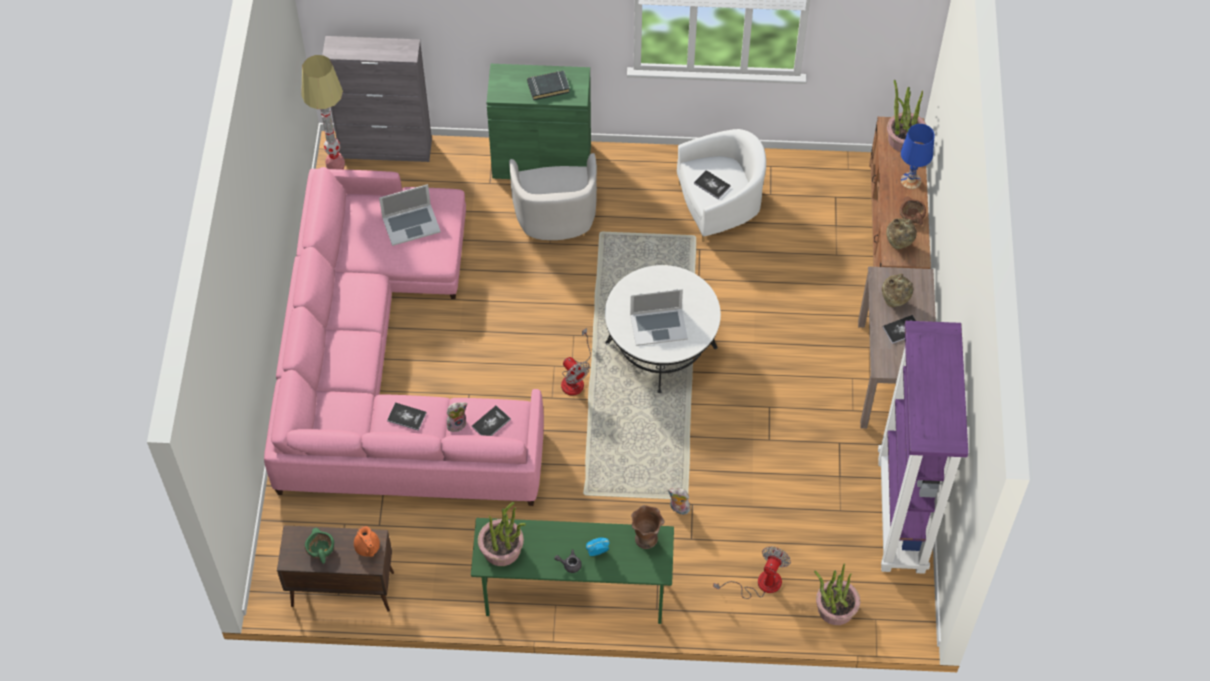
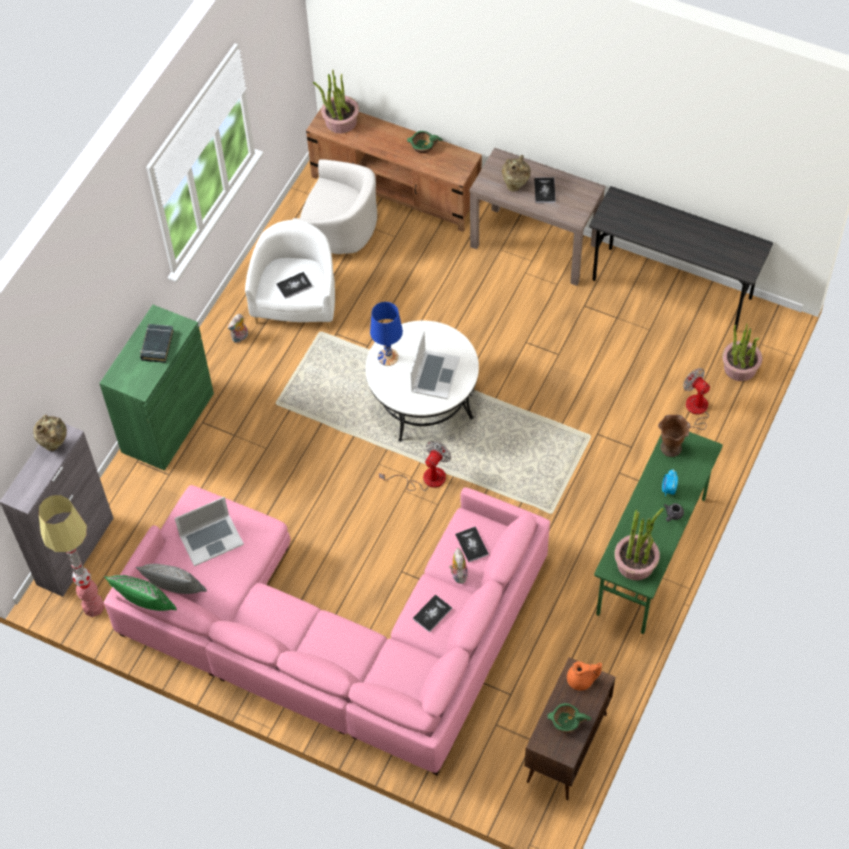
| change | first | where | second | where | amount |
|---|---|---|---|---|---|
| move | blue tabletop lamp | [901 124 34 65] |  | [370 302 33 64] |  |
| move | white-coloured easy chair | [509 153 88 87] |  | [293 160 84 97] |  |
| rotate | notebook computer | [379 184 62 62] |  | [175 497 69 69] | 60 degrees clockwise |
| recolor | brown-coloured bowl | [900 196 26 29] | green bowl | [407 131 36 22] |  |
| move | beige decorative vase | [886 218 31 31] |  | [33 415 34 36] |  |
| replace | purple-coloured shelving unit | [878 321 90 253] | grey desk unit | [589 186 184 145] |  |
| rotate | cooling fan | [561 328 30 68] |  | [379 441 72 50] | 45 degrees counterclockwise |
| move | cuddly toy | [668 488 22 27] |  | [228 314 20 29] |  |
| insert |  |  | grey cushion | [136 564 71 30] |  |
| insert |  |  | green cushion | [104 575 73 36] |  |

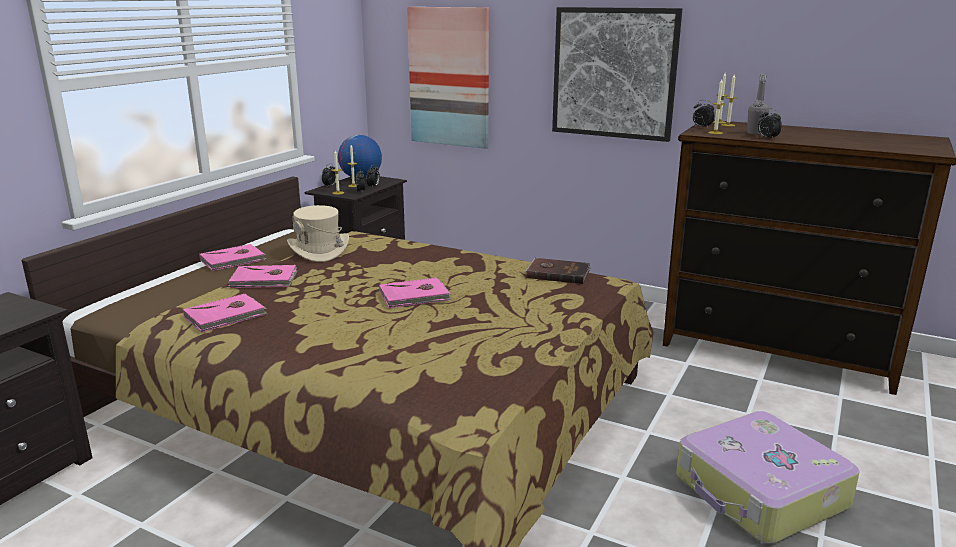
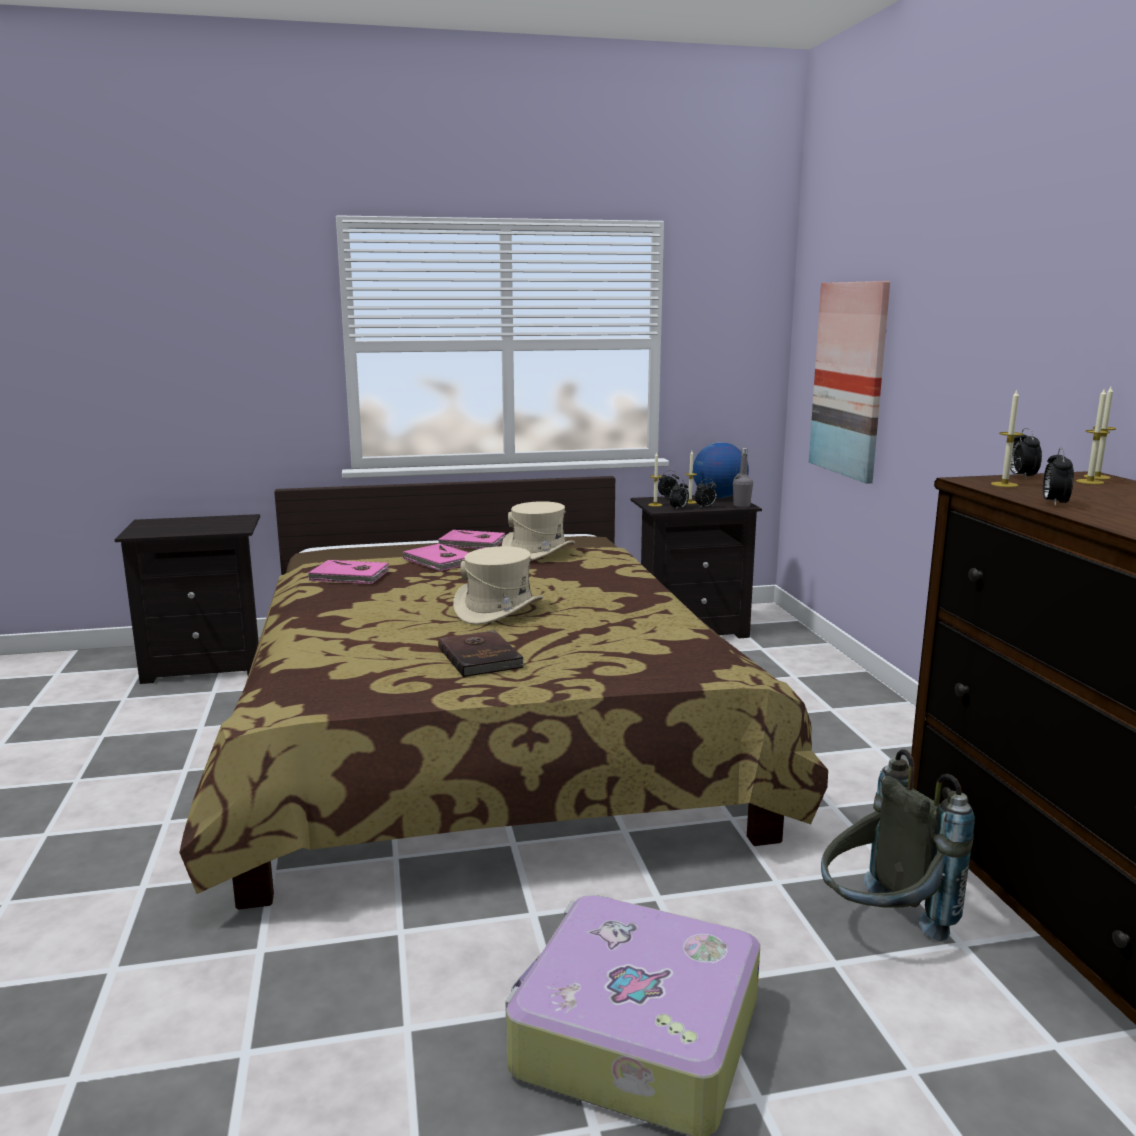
| change | first | where | second | where | amount |
|---|---|---|---|---|---|
| delete | picture | [552 7 130 135] |  |  |  |
| move | grey bottle | [747 74 22 61] |  | [733 448 20 60] |  |
| move | brown-coloured book | [525 258 65 26] |  | [438 630 86 47] |  |
| replace | pinkish book | [379 278 73 30] | beige clothing hat | [453 546 90 79] |  |
| insert |  |  | grey knapsack | [821 749 154 192] |  |

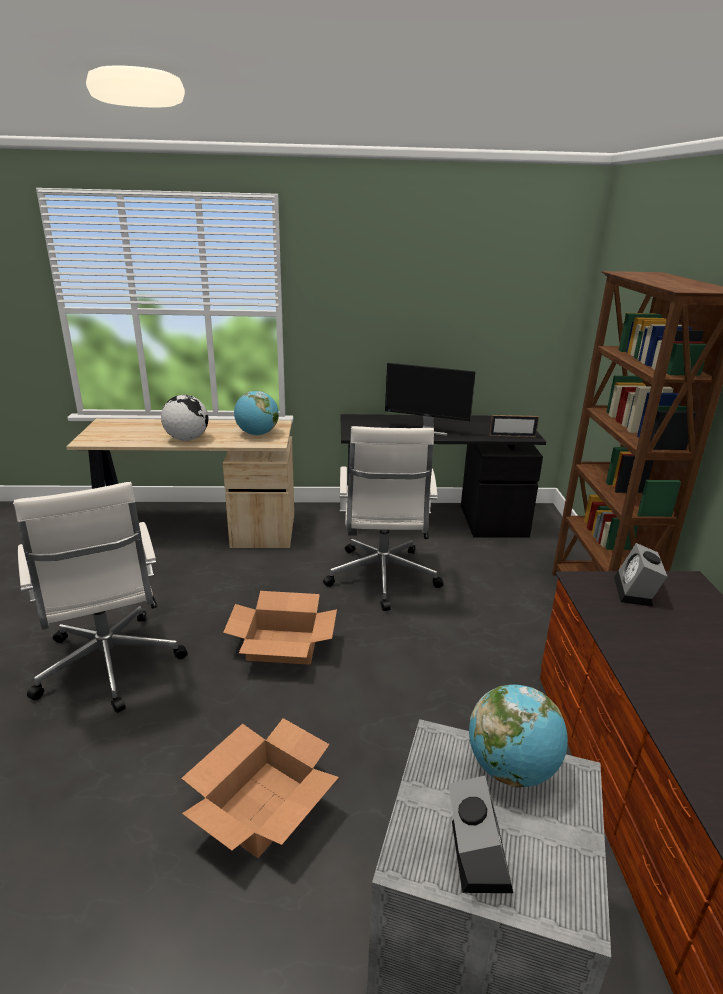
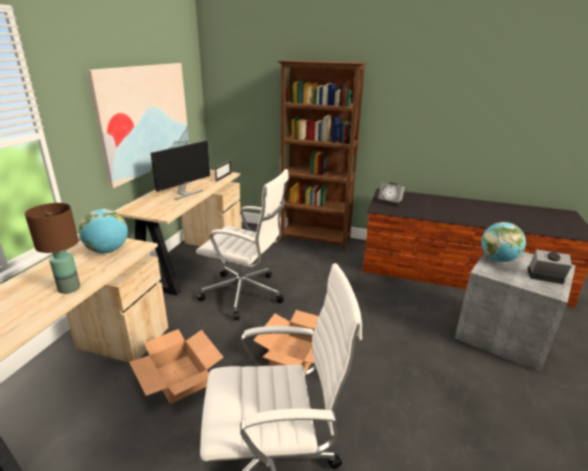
| change | first | where | second | where | amount |
|---|---|---|---|---|---|
| replace | desk globe | [161 395 47 46] | brown-coloured tabletop lamp | [25 203 55 91] |  |
| recolor | blackish desk unit | [340 414 206 123] | beige desk unit | [115 170 127 126] |  |
| move | cardboard box | [181 718 158 140] |  | [129 329 95 75] |  |
| insert |  |  | picture | [87 63 102 125] |  |

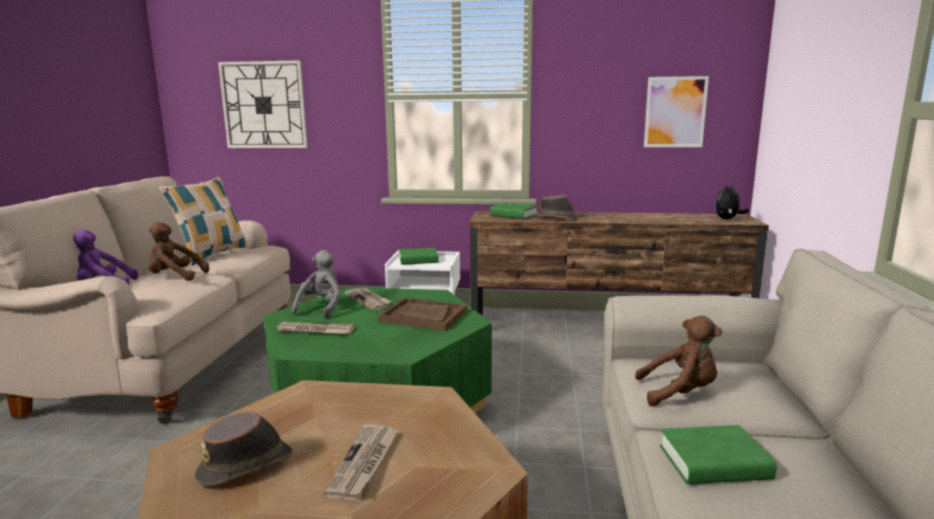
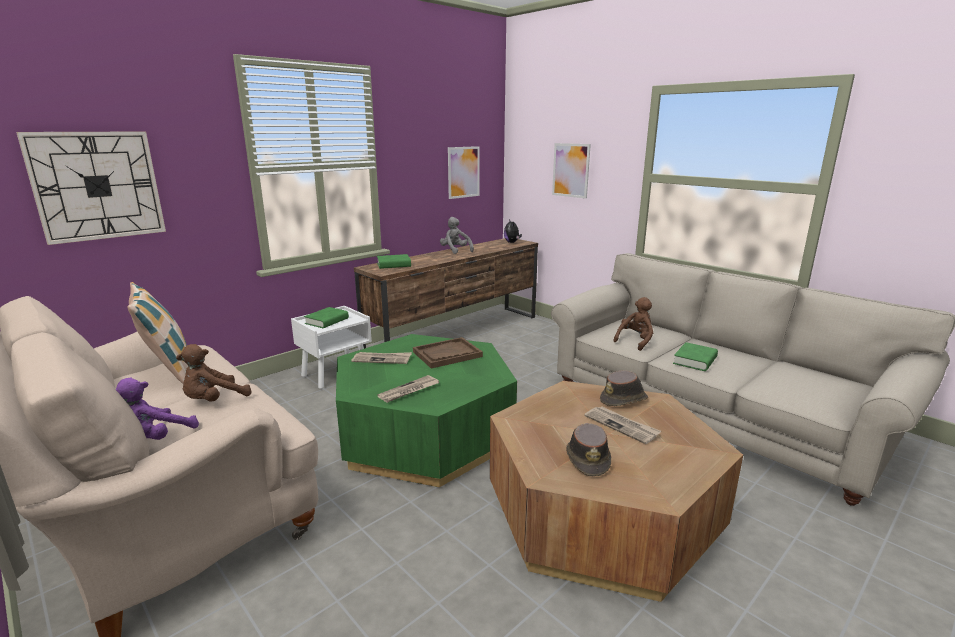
| change | first | where | second | where | amount |
|---|---|---|---|---|---|
| move | brown-coloured clothing hat | [536 195 42 25] |  | [600 370 48 36] |  |
| move | grey cuddly toy | [292 250 49 68] |  | [440 217 34 37] |  |
| insert |  |  | picture | [552 143 39 56] |  |

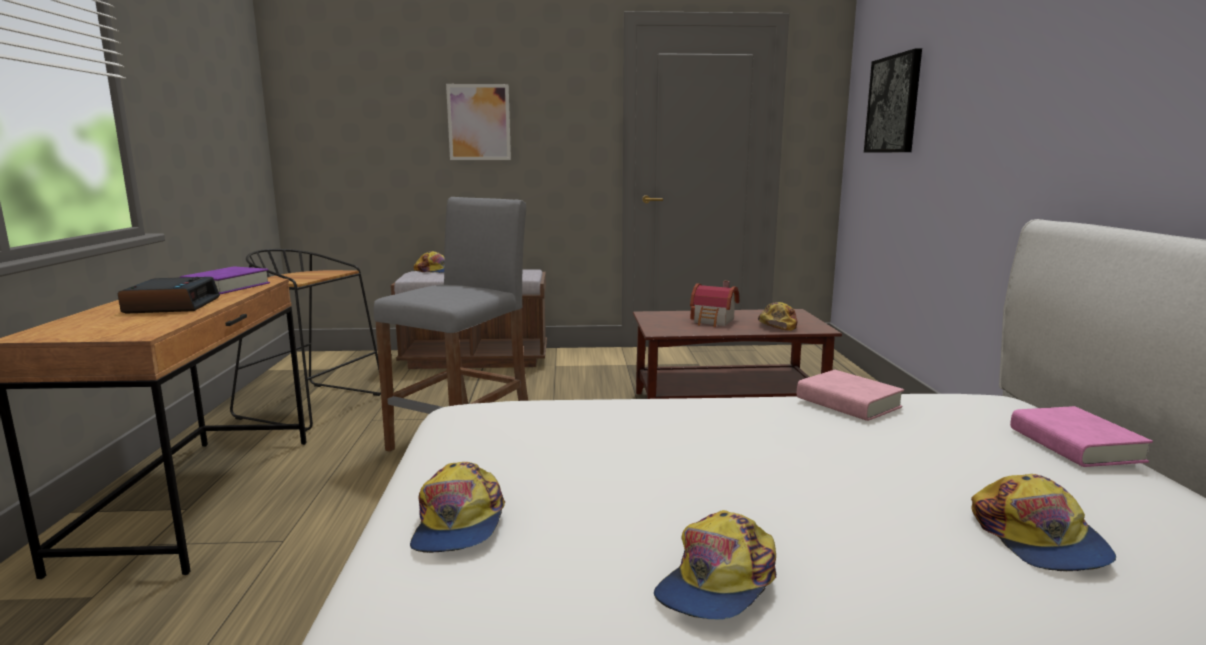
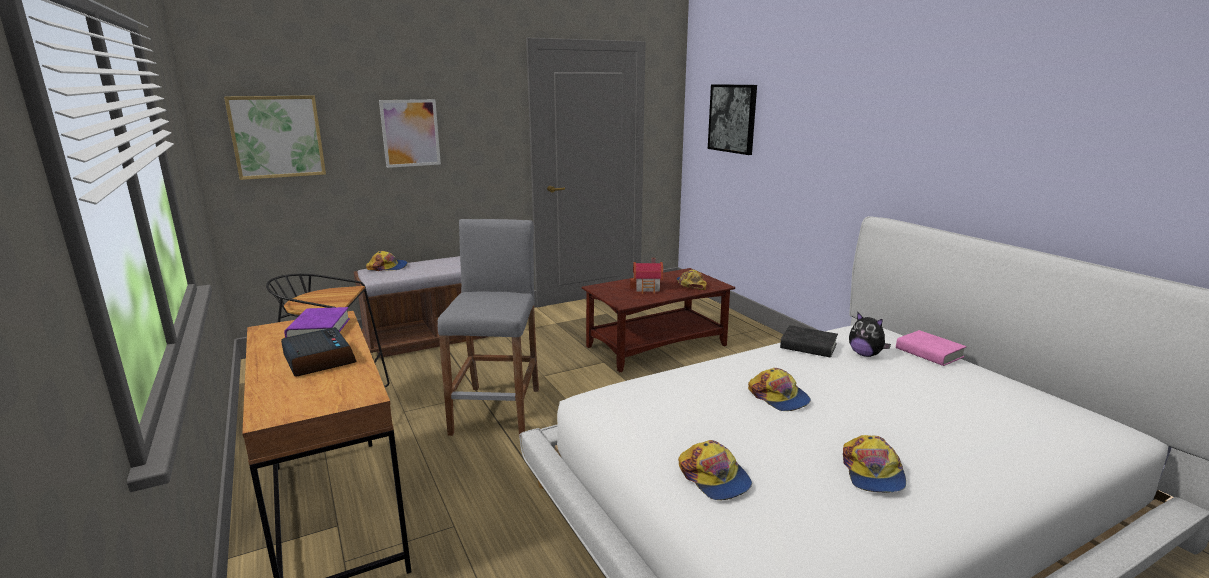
| change | first | where | second | where | amount |
|---|---|---|---|---|---|
| recolor | pinkish book | [797 370 107 51] | blackish book | [780 325 58 33] |  |
| move | cap | [971 474 145 97] |  | [748 368 63 43] |  |
| insert |  |  | picture | [224 95 102 85] |  |
| insert |  |  | cuddly toy | [849 312 42 45] |  |

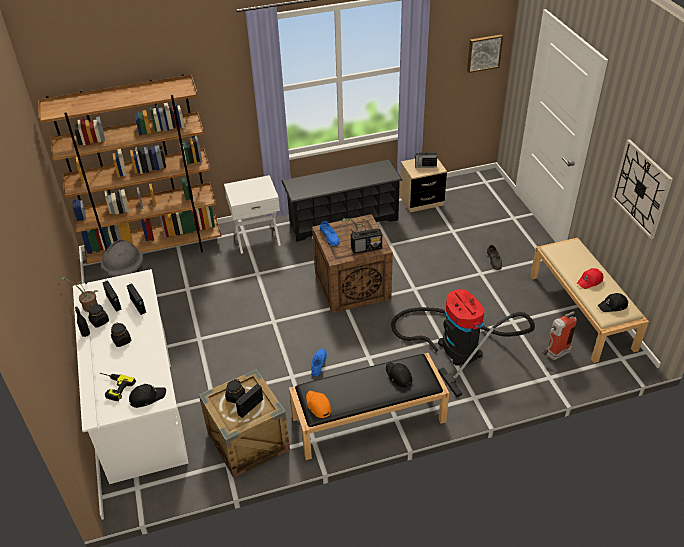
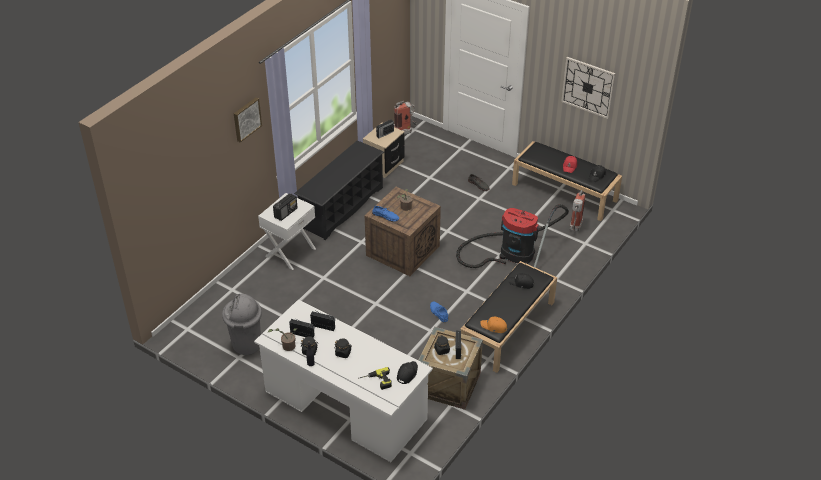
| change | first | where | second | where | amount |
|---|---|---|---|---|---|
| move | picture | [467 35 36 38] |  | [234 97 28 45] |  |
| delete | brown-coloured shelving unit | [38 74 184 190] |  |  |  |
| move | radio set | [351 228 31 26] |  | [273 193 25 28] |  |
| recolor | beige bench | [530 237 119 126] | blackish bench | [512 141 110 80] |  |
| insert |  |  | extinguisher | [394 101 23 34] |  |

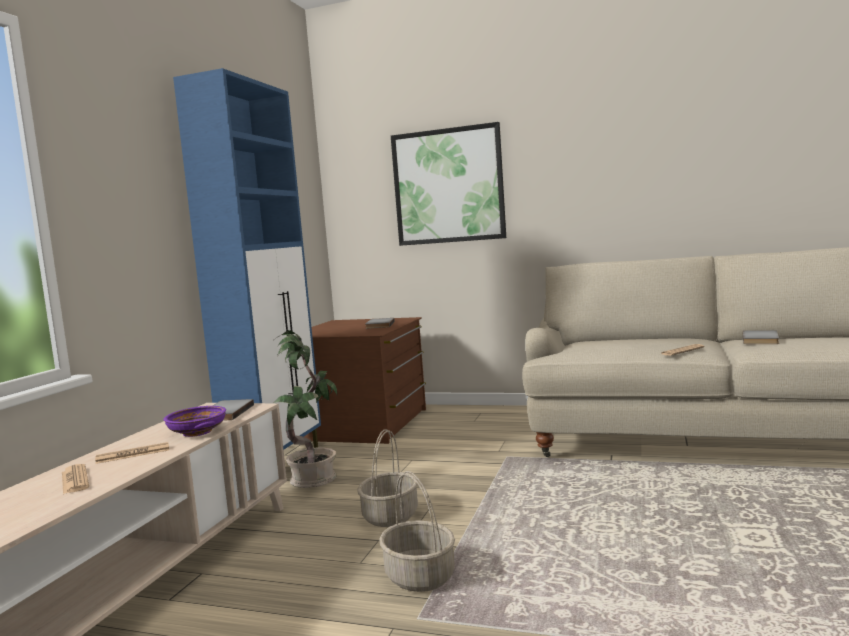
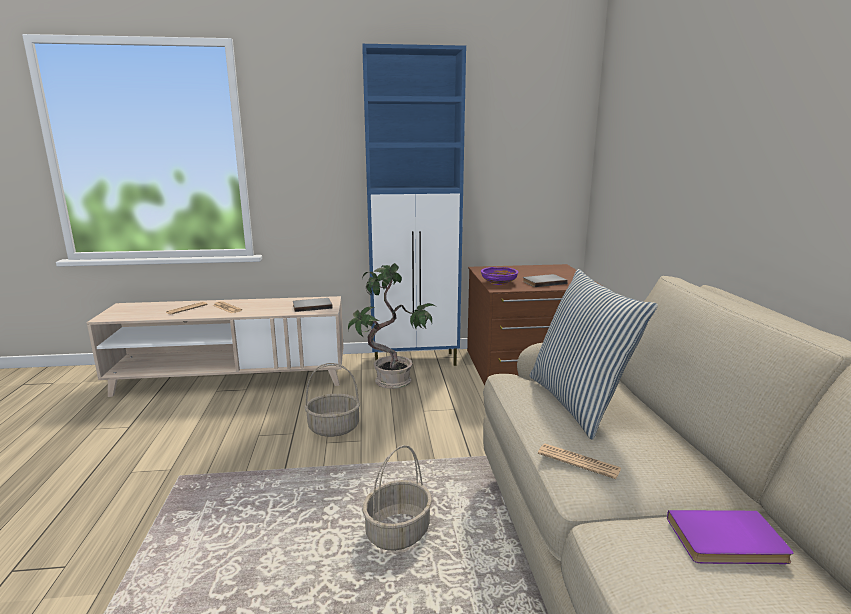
| change | first | where | second | where | amount |
|---|---|---|---|---|---|
| delete | picture | [391 122 115 124] |  |  |  |
| recolor | grey book | [743 330 36 14] | purple-coloured book | [667 510 127 54] |  |
| move | purple-coloured bowl | [164 406 62 31] |  | [481 267 37 18] |  |
| move | storage basket | [379 471 76 121] |  | [363 445 69 106] |  |
| insert |  |  | cushion | [530 269 128 171] |  |

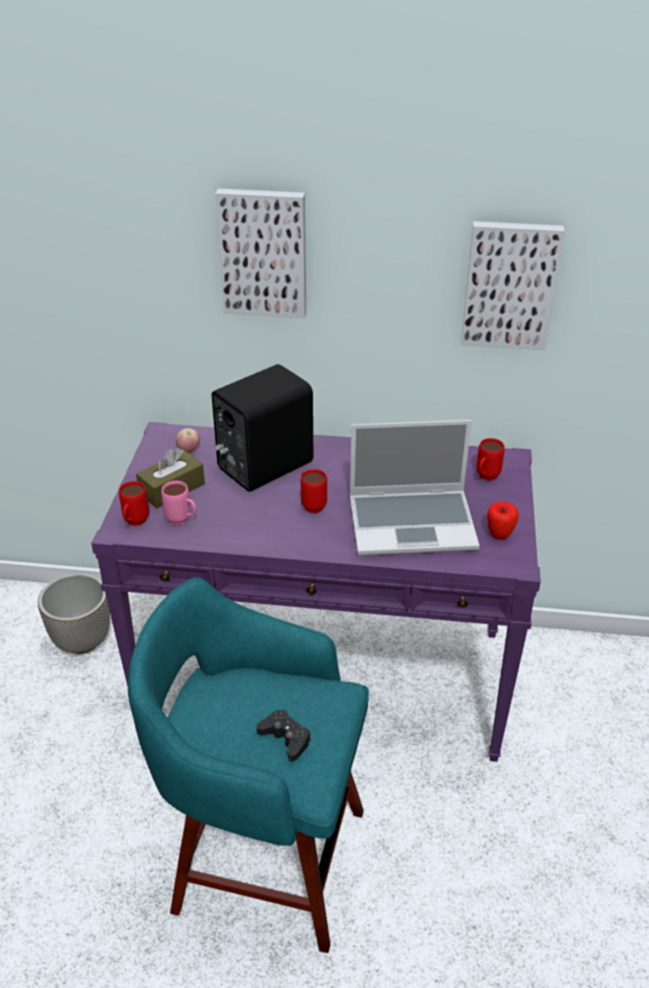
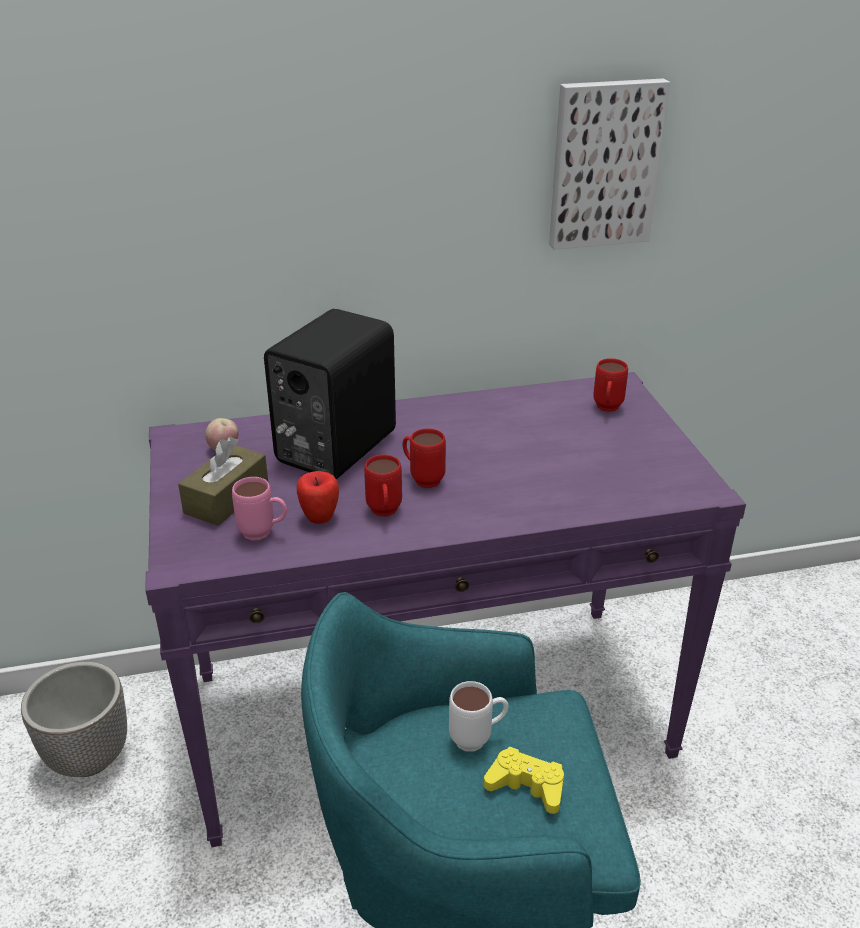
| change | first | where | second | where | amount |
|---|---|---|---|---|---|
| delete | picture | [215 188 91 130] |  |  |  |
| delete | notebook computer | [350 420 130 136] |  |  |  |
| move | red-coloured coffee mug | [119 481 30 45] |  | [364 455 38 61] |  |
| move | whole apple | [487 501 32 39] |  | [297 471 42 53] |  |
| recolor | blackish gamepad | [257 709 54 52] | yellowish gamepad | [484 747 80 67] |  |
| insert |  |  | white-coloured coffee mug | [449 681 60 71] |  |

